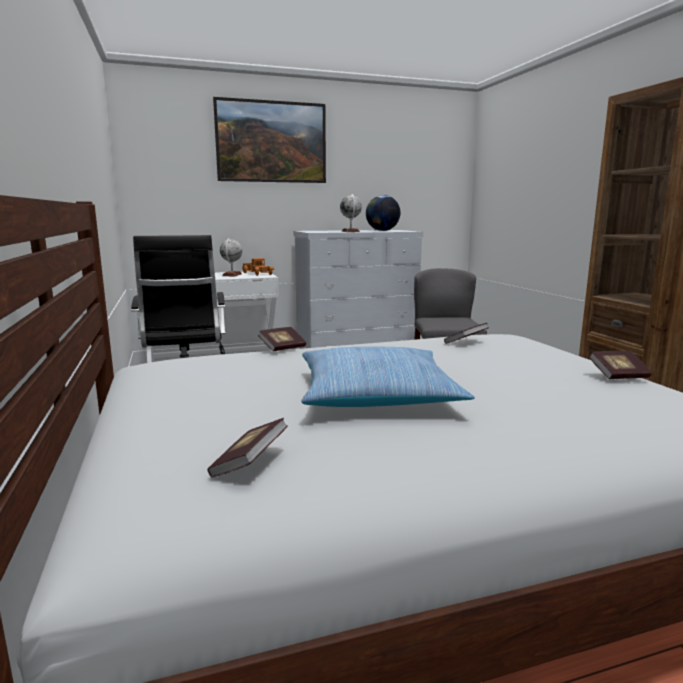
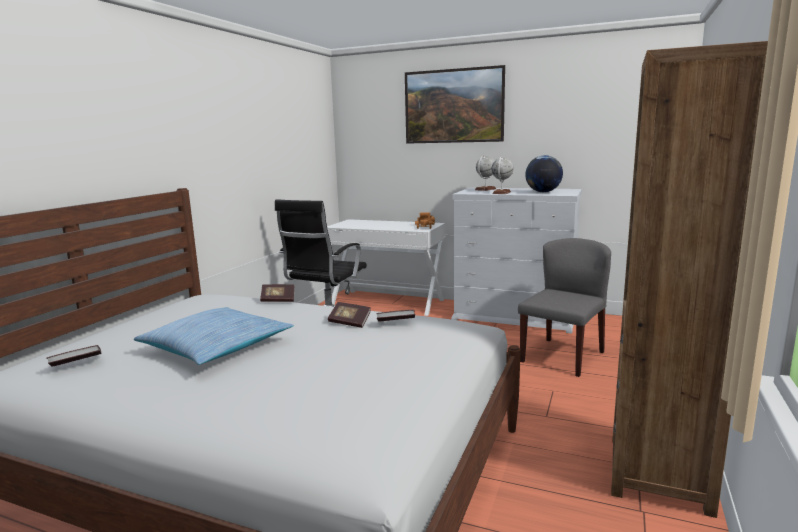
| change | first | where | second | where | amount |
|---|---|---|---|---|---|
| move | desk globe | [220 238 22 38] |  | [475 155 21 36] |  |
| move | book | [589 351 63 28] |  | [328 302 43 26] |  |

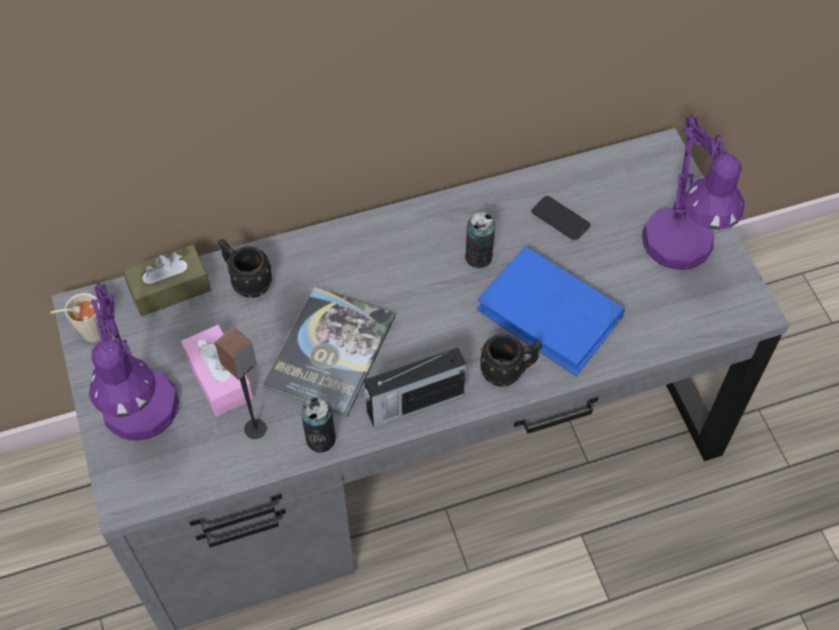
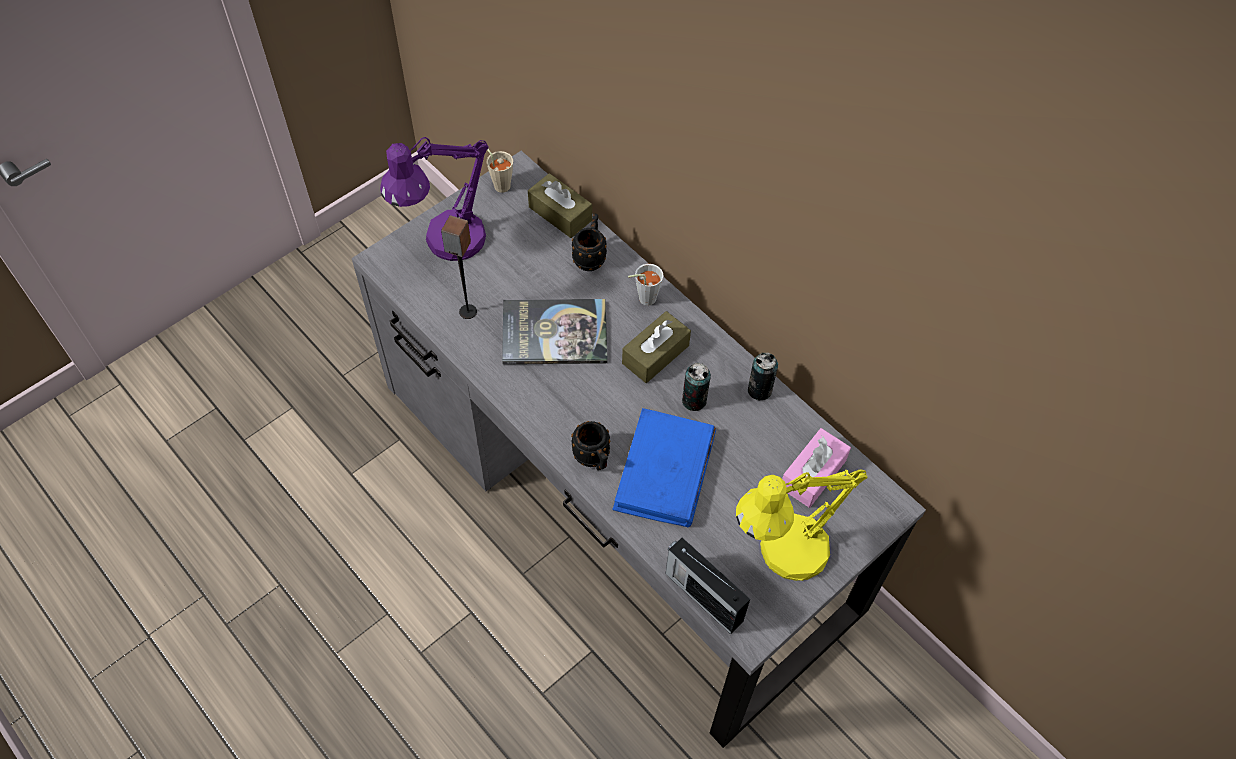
| change | first | where | second | where | amount |
|---|---|---|---|---|---|
| recolor | purple-coloured tabletop lamp | [642 114 103 156] | yellowish tabletop lamp | [736 469 131 112] |  |
| delete | telephone | [531 196 60 45] |  |  |  |
| move | pinkish tissue holder | [181 325 73 91] |  | [782 428 69 80] |  |
| move | radio set | [362 348 104 80] |  | [665 538 85 96] |  |
| move | can | [301 398 35 55] |  | [748 352 31 48] |  |
| insert |  |  | grey drinking cup | [628 264 35 42] |  |
| insert |  |  | brown-coloured tissue holder | [622 311 69 72] |  |

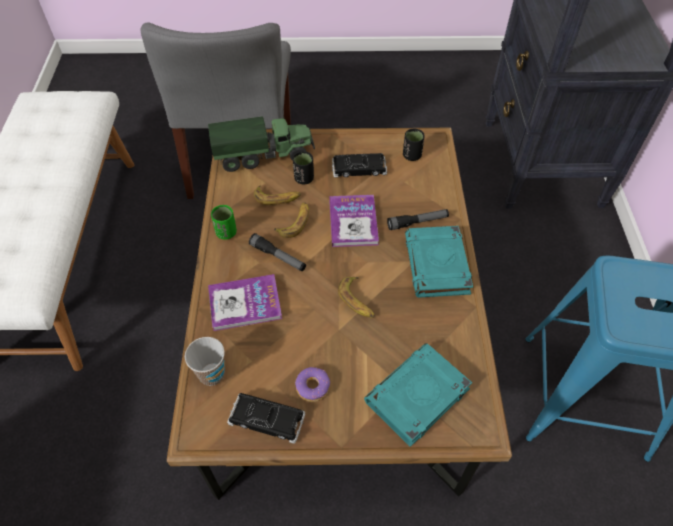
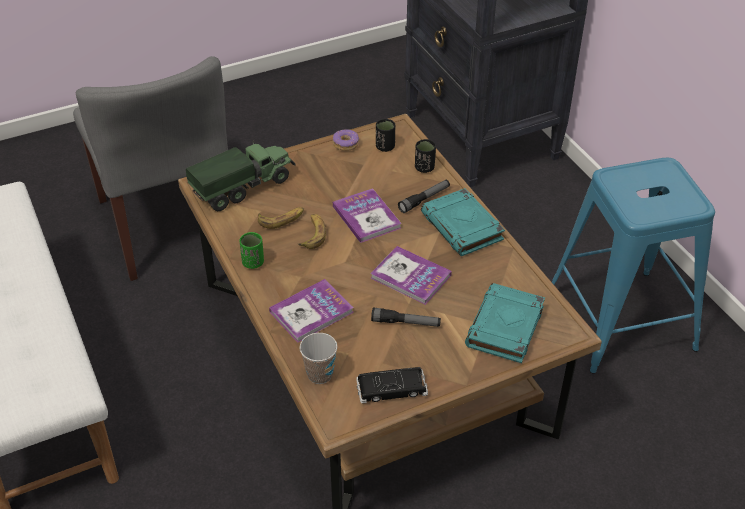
| change | first | where | second | where | amount |
|---|---|---|---|---|---|
| move | blackish drinking cup | [293 151 21 33] |  | [415 139 21 34] |  |
| delete | blackish toy car | [332 153 55 24] |  |  |  |
| move | flashlight | [249 233 57 38] |  | [371 307 70 20] |  |
| replace | banana | [338 277 37 41] | book | [370 246 82 59] |  |
| move | donut | [295 367 35 35] |  | [333 129 26 22] |  |

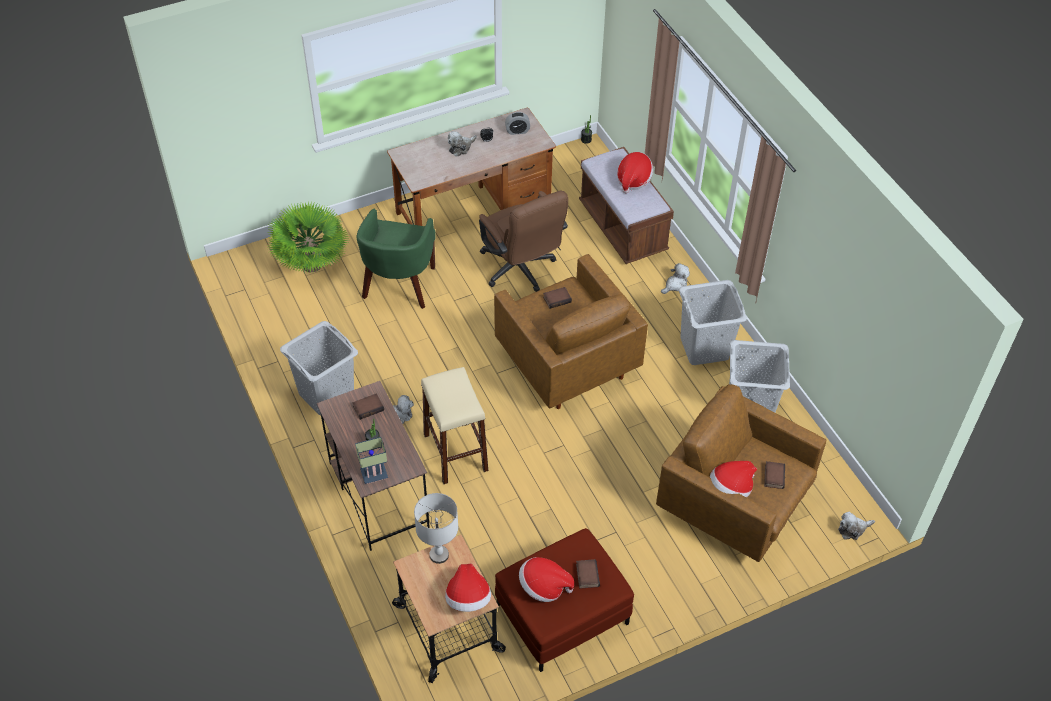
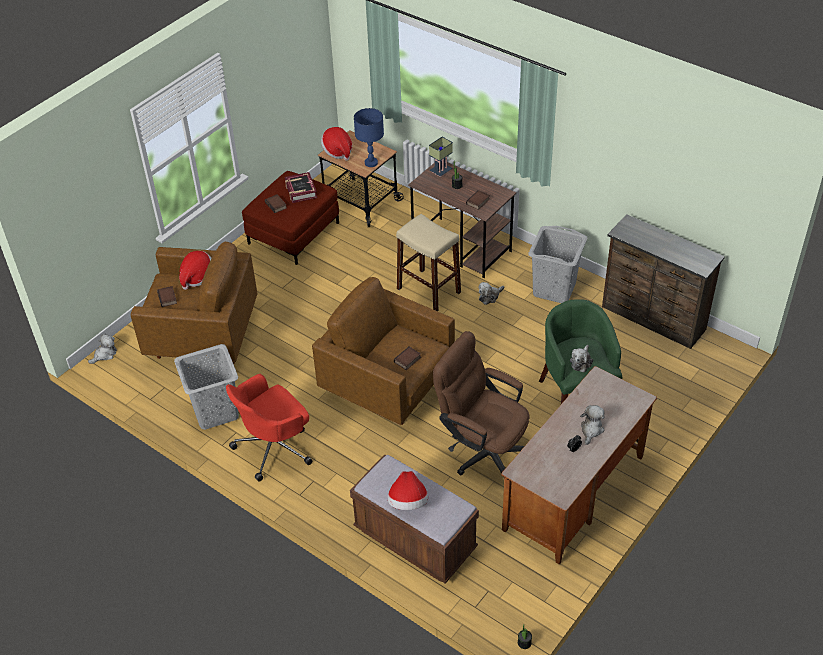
| change | first | where | second | where | amount |
|---|---|---|---|---|---|
| delete | alarm clock | [505 112 25 23] |  |  |  |
| delete | plant in a pot | [267 201 83 72] |  |  |  |
| move | cuddly toy | [661 263 29 31] |  | [570 345 23 27] |  |
| replace | grey laundry basket | [679 280 68 85] | red-coloured computer chair | [226 374 87 108] |  |
| recolor | grey tabletop lamp | [414 493 44 71] | blue tabletop lamp | [354 108 30 59] |  |
| replace | clothing hat | [519 557 55 45] | book | [285 172 32 31] |  |
| insert |  |  | brown-coloured chest of drawers | [602 214 123 135] |  |

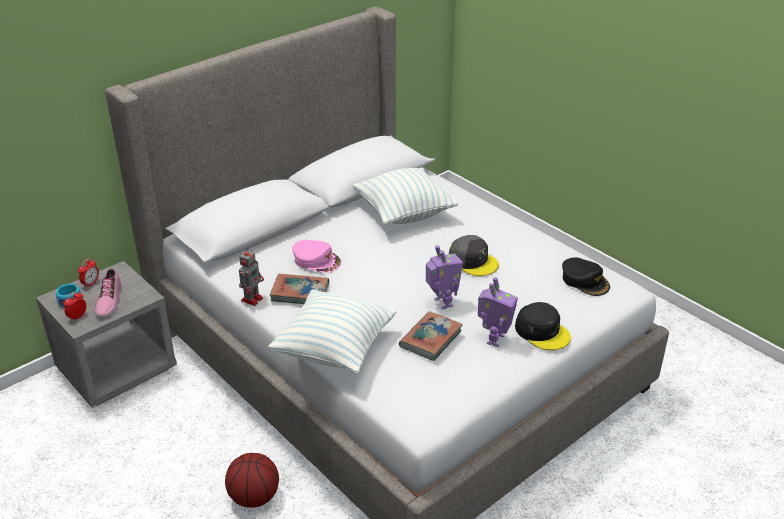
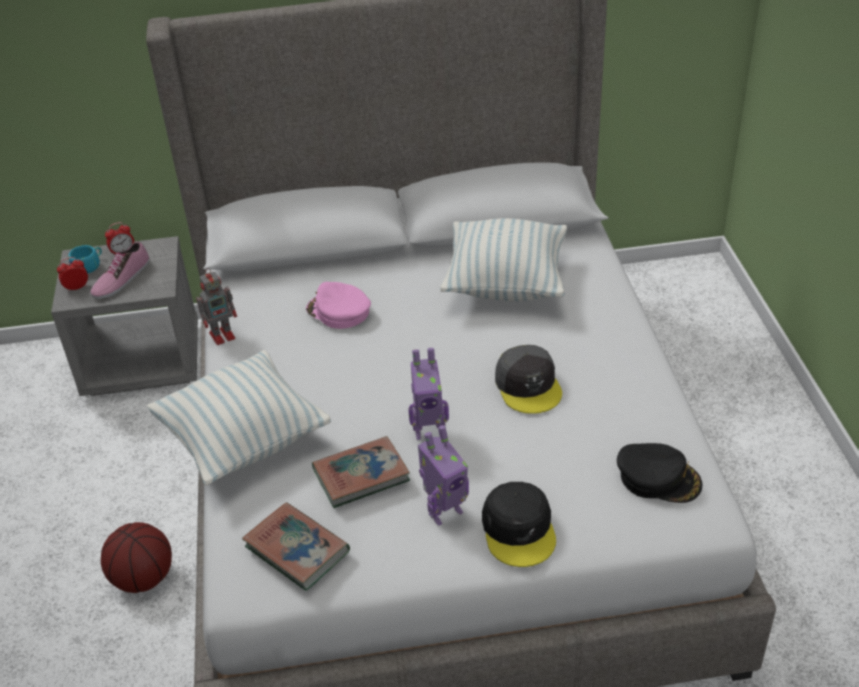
| change | first | where | second | where | amount |
|---|---|---|---|---|---|
| rotate | pinkish cap | [292 240 49 33] |  | [306 282 65 47] | 150 degrees clockwise |
| rotate | toy robot | [426 245 37 64] |  | [408 348 41 92] | 75 degrees clockwise |
| rotate | blackish cap | [562 257 48 39] |  | [617 443 85 60] | 60 degrees counterclockwise |
| move | book | [270 274 59 30] |  | [242 503 108 88] |  |

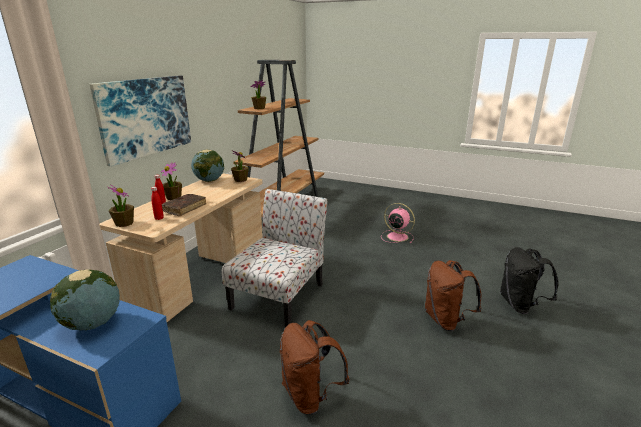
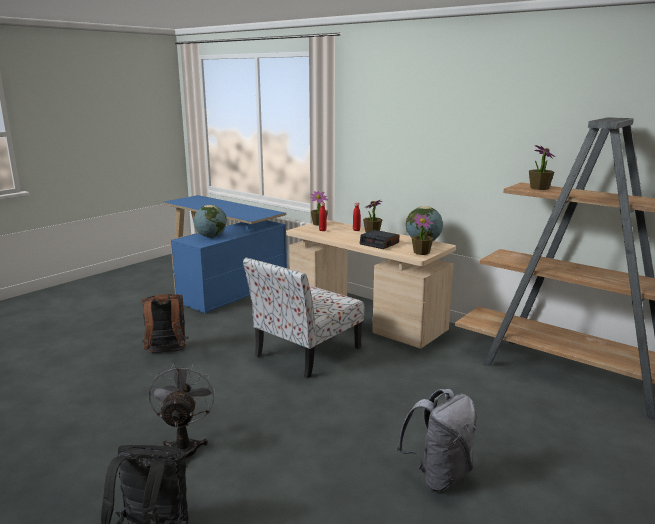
| change | first | where | second | where | amount |
|---|---|---|---|---|---|
| delete | picture | [89 76 102 91] |  |  |  |
| rotate | chair | [222 189 105 138] |  | [243 258 121 120] | 90 degrees clockwise |
| delete | brown-coloured book | [162 194 44 22] |  |  |  |
| replace | pinkish cooling fan | [381 203 34 40] | grey knapsack | [397 389 80 102] |  |
| replace | brown-coloured knapsack | [425 260 56 71] | grey cooling fan | [149 363 66 97] |  |
| insert |  |  | alarm clock | [359 230 41 19] |  |

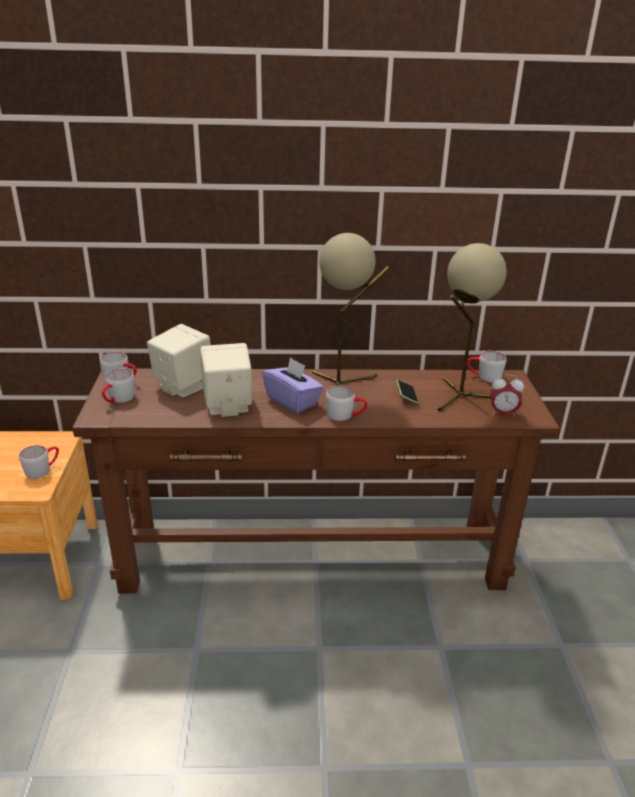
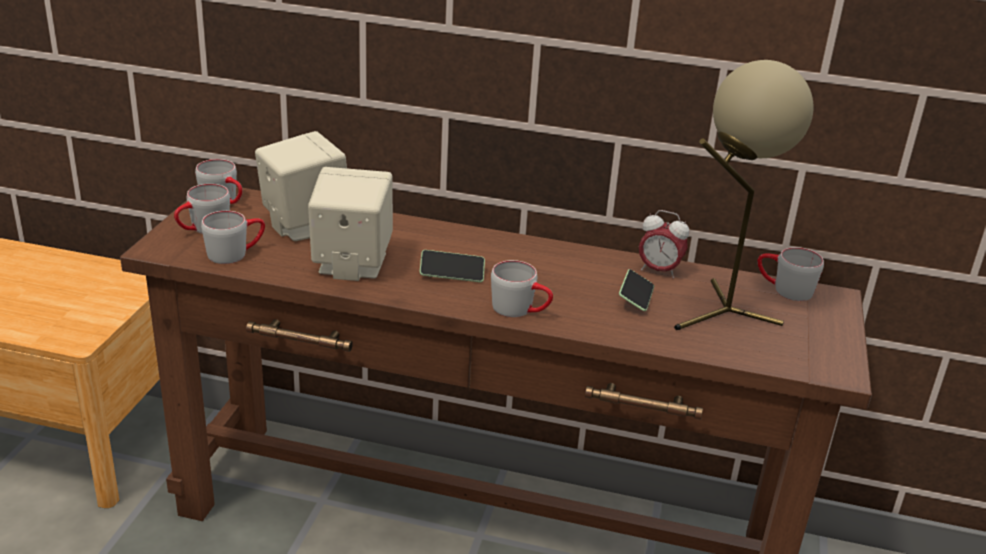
| change | first | where | second | where | amount |
|---|---|---|---|---|---|
| delete | beige tabletop lamp | [312 233 77 153] |  |  |  |
| replace | purple-coloured tissue holder | [262 357 62 56] | telephone | [420 250 65 32] |  |
| move | alarm clock | [490 374 34 43] |  | [639 210 50 69] |  |
| move | grey coffee mug | [19 445 40 34] |  | [201 211 64 53] |  |

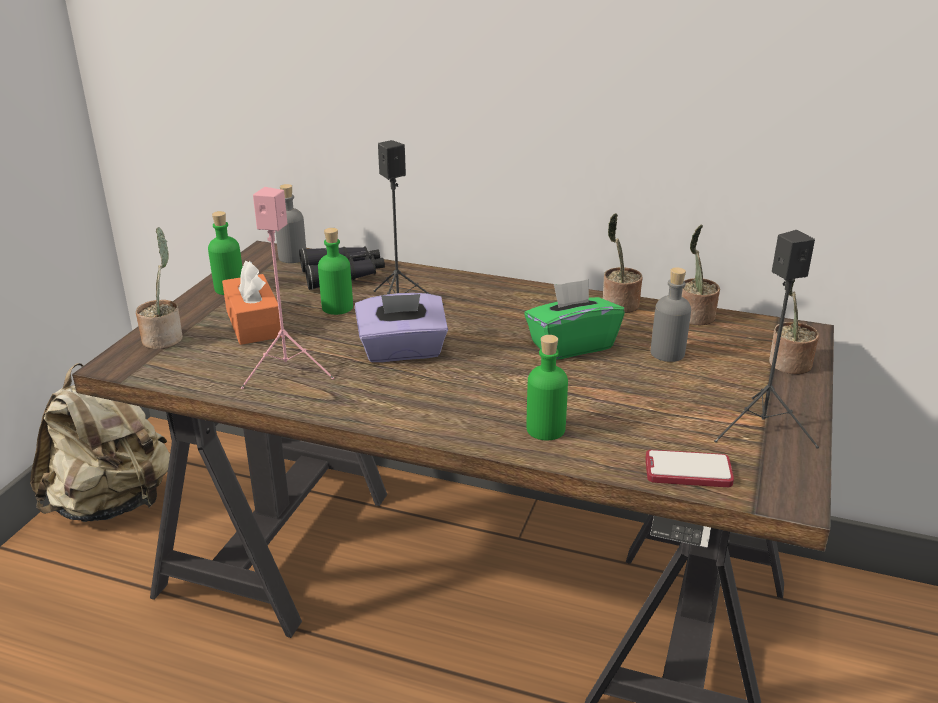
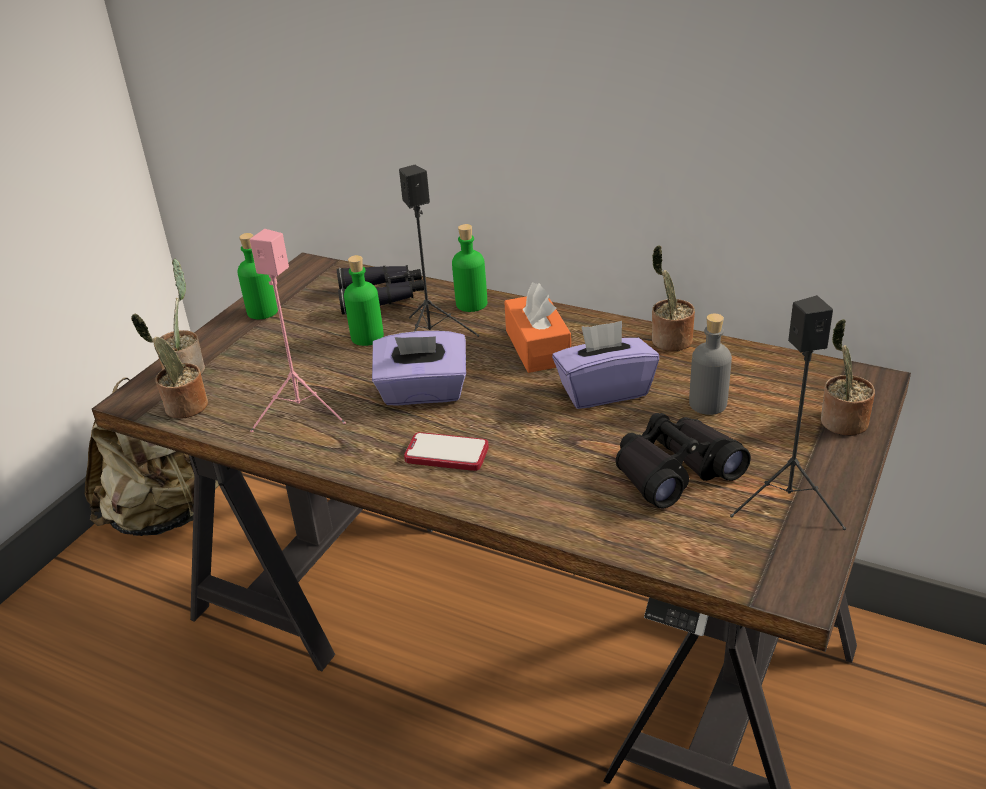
| change | first | where | second | where | amount |
|---|---|---|---|---|---|
| delete | grey bottle | [276 184 30 79] |  |  |  |
| move | plant in a pot | [682 225 38 100] |  | [131 313 77 106] |  |
| move | orange-coloured tissue holder | [222 261 60 84] |  | [504 282 67 91] |  |
| recolor | green tissue holder | [524 279 101 81] | purple-coloured tissue holder | [552 321 107 88] |  |
| move | green bottle | [527 335 41 105] |  | [452 224 35 88] |  |
| move | telephone | [646 450 88 37] |  | [404 432 85 39] |  |
| insert |  |  | blackish binoculars | [616 413 135 96] |  |

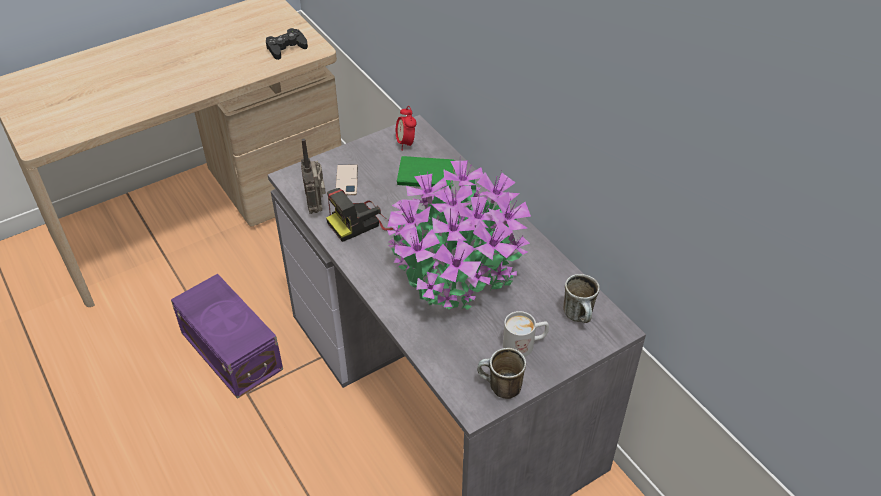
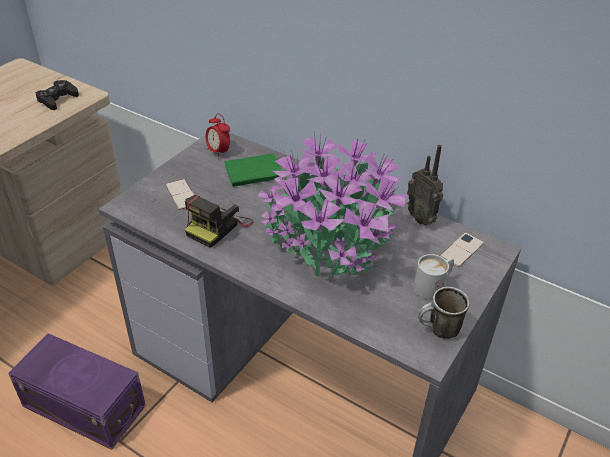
| change | first | where | second | where | amount |
|---|---|---|---|---|---|
| move | radio set | [301 139 25 75] |  | [407 145 36 80] |  |
| replace | coffee mug | [563 274 37 49] | telephone | [440 232 44 35] |  |

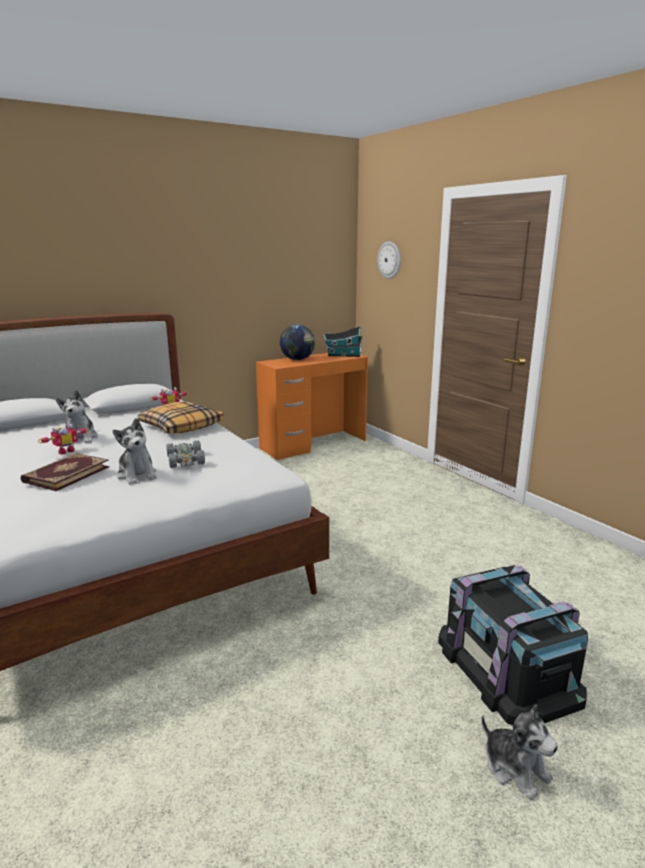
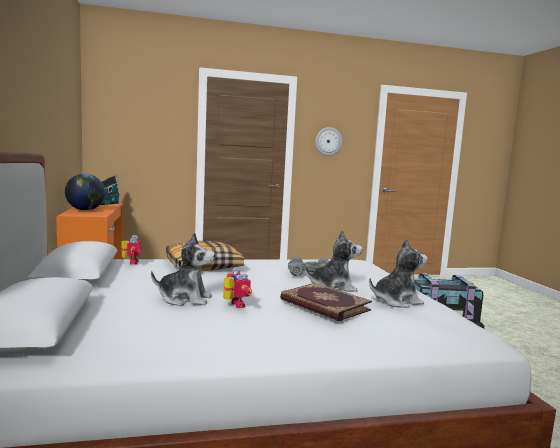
| change | first | where | second | where | amount |
|---|---|---|---|---|---|
| move | wall clock | [377 241 24 38] |  | [315 127 27 29] |  |
| move | cuddly toy | [481 705 77 95] |  | [369 238 59 70] |  |

